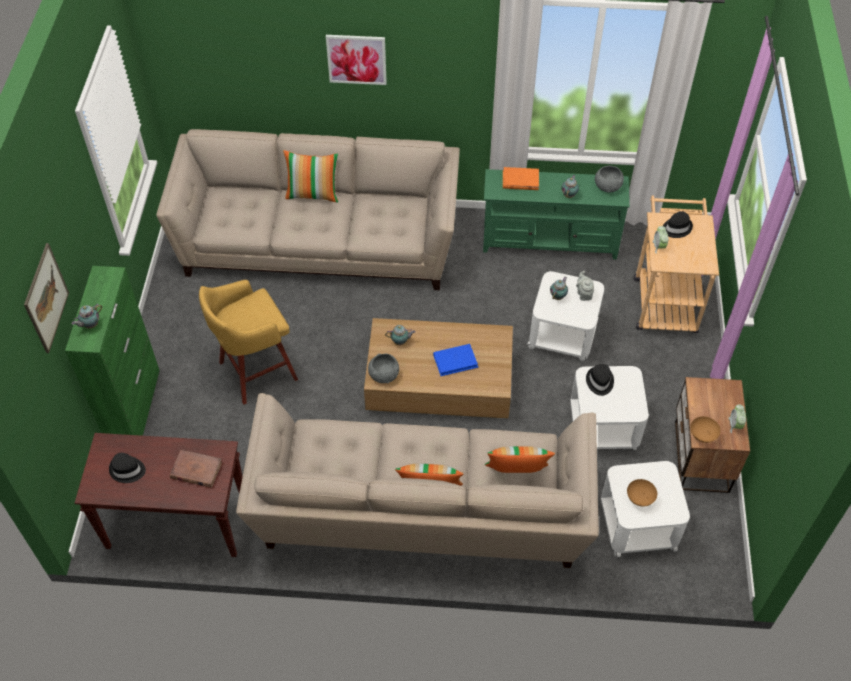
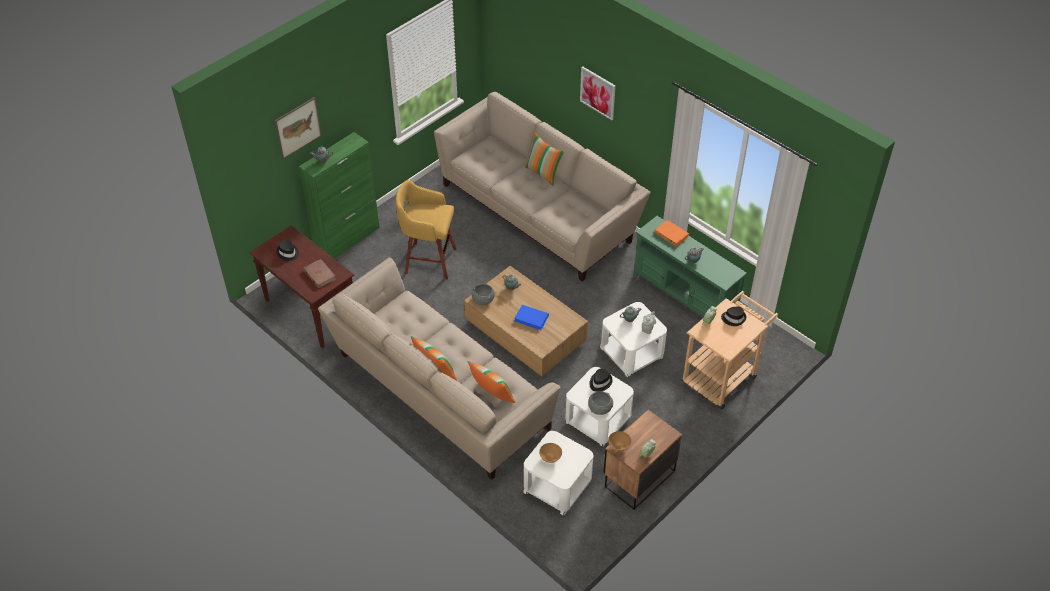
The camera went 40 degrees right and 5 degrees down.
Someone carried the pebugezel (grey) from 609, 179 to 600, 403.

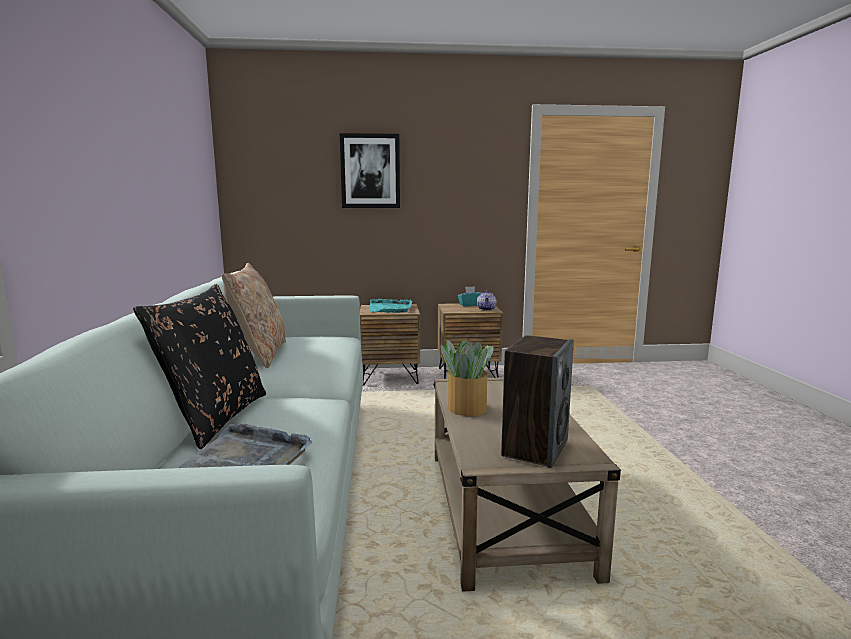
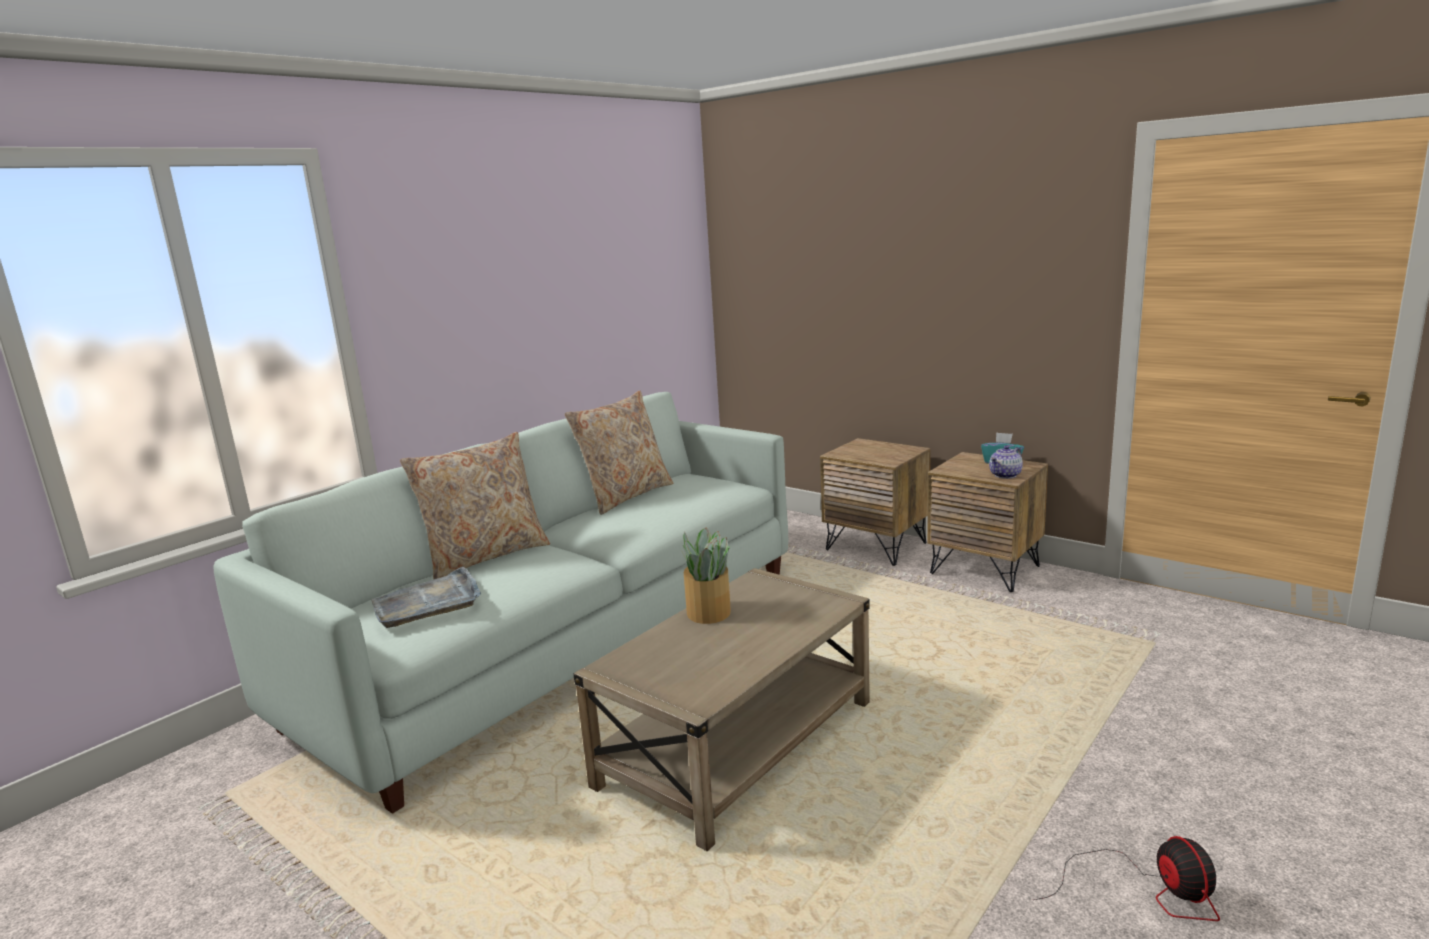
The camera went 45 degrees right and 5 degrees up.
Someone repainted the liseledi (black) at 199, 366, which became the liseledi (beige) at 475, 505.
Someone took away the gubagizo at 370, 170.
Someone took away the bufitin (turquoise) at 391, 306.
Someone took away the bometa at 537, 401.
Someone put down the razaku at 1126, 878.

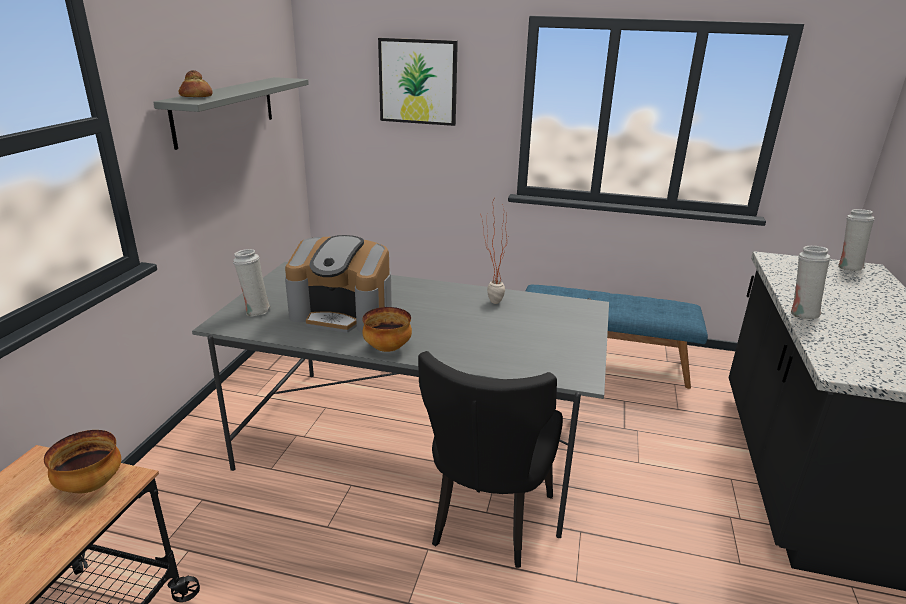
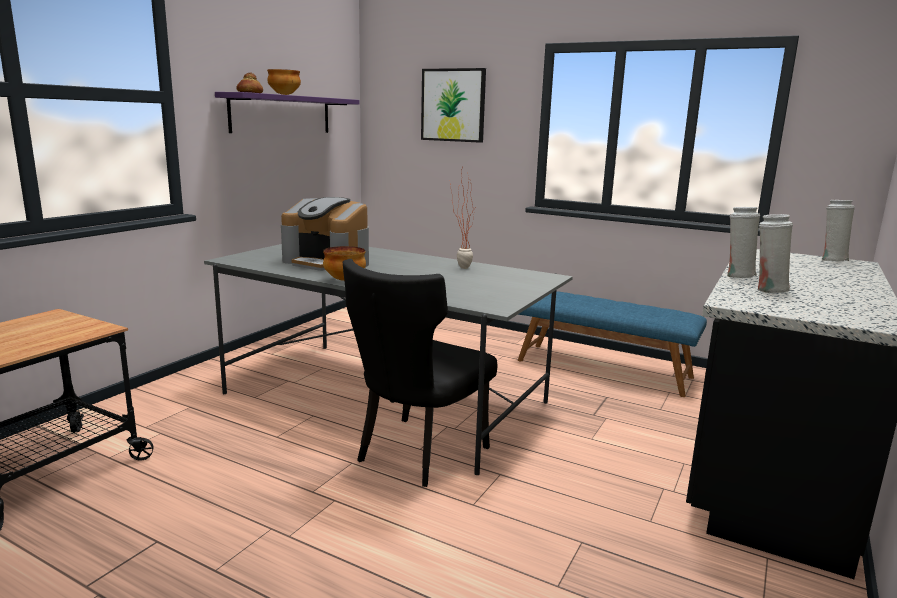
The camera went 15 degrees right and 10 degrees down.
Someone carried the pebugezel from 82, 461 to 284, 82.
Someone repainted the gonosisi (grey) at 231, 113, which became the gonosisi (purple) at 287, 112.
Someone carried the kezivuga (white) from 252, 282 to 775, 253.

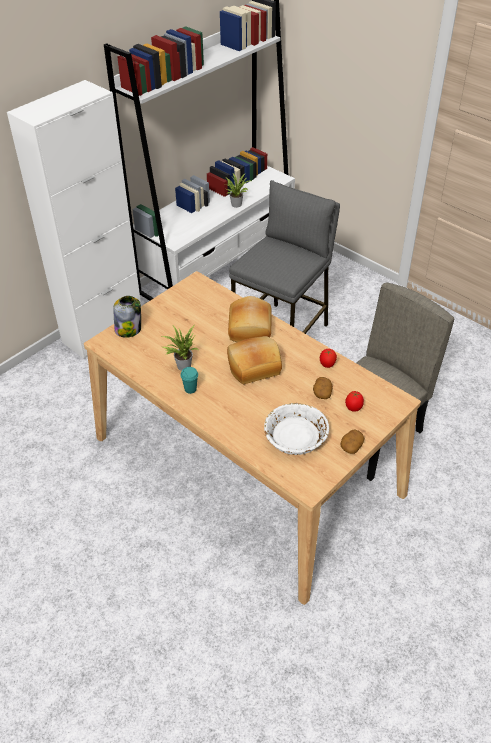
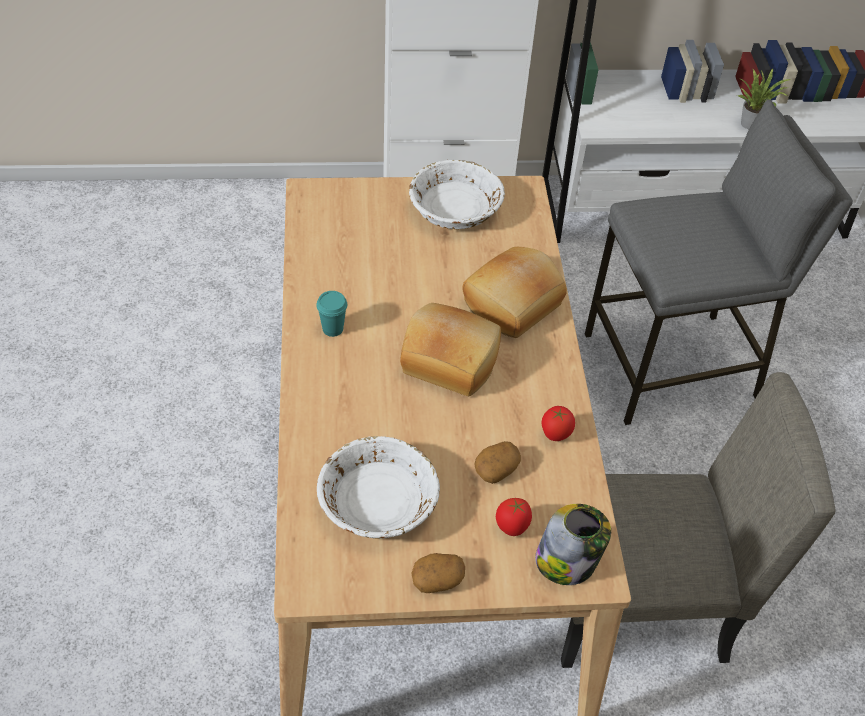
The camera went 40 degrees right and 5 degrees up.
Someone carried the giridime from 127, 317 to 573, 544.
Someone took away the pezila at 180, 348.
Someone put down the pebugezel (white) at 457, 194.

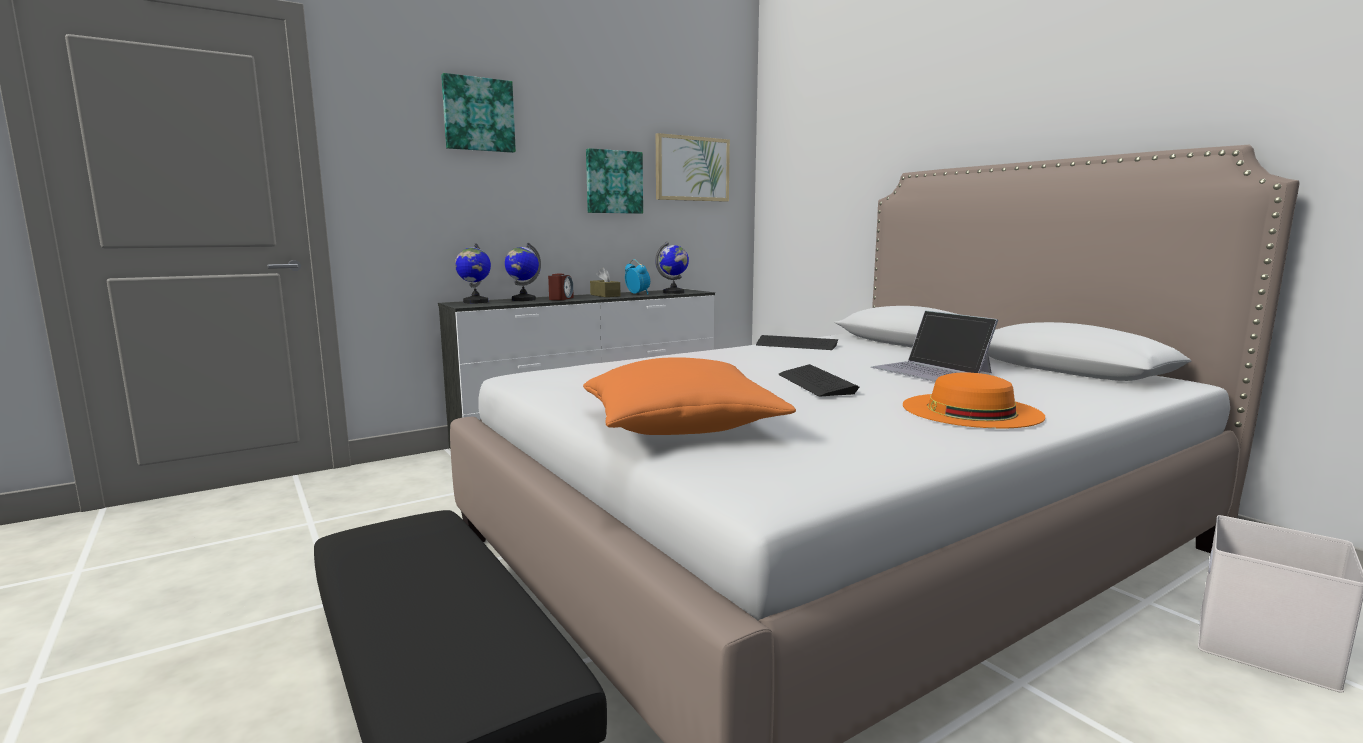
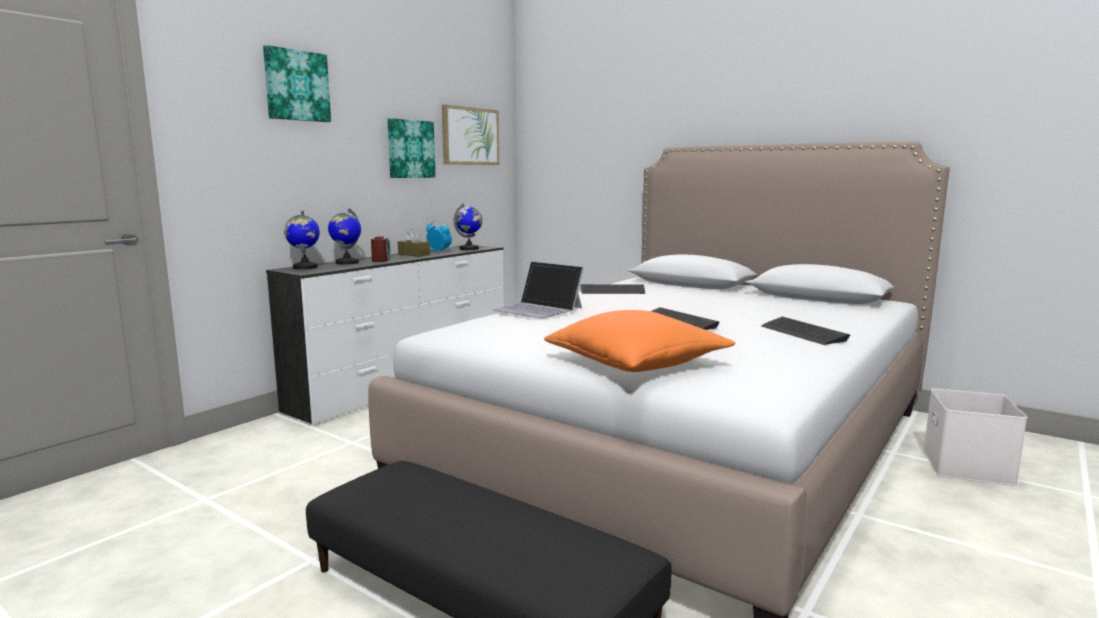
The camera went 20 degrees left and 0 degrees up.
Someone carried the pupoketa from 934, 346 to 538, 290.
Someone swapped the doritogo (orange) at 974, 400 for the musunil at 805, 331.

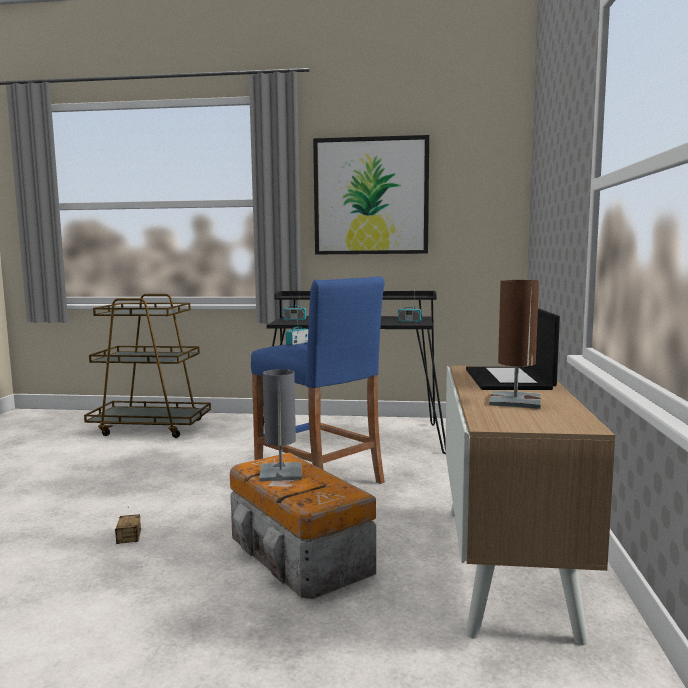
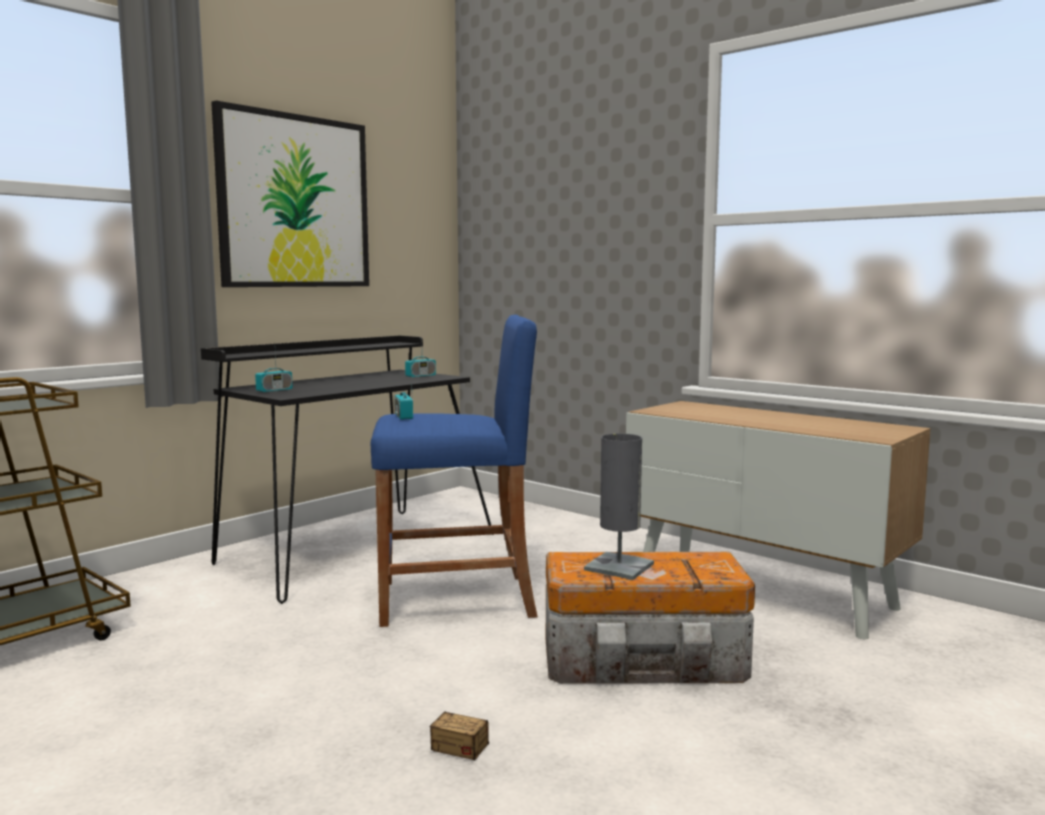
The camera went 55 degrees left and 0 degrees up.
Someone took away the pupoketa at 513, 349.
Someone took away the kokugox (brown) at 515, 344.

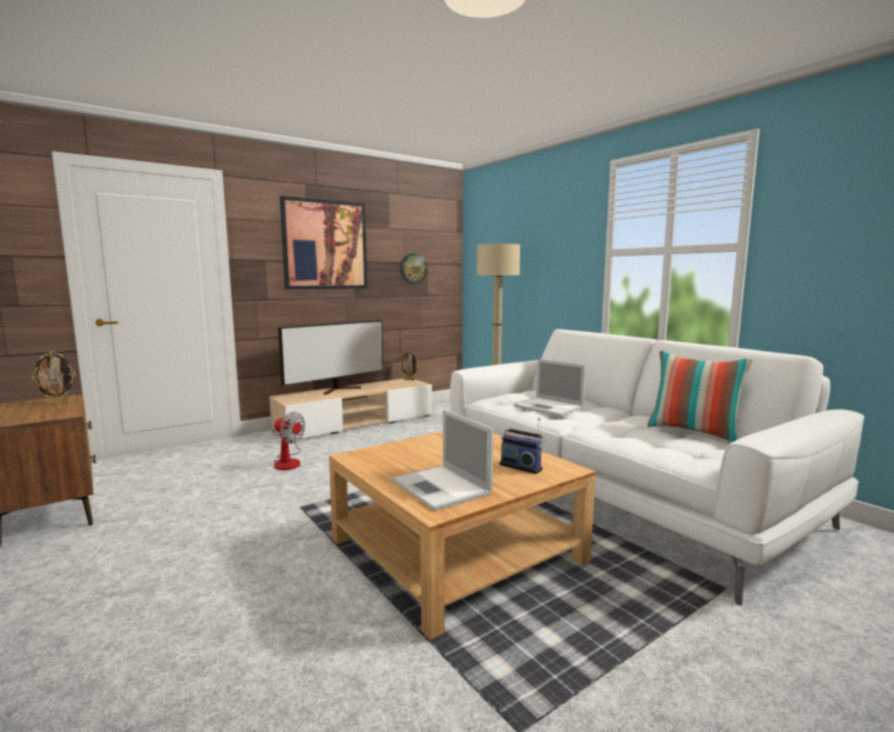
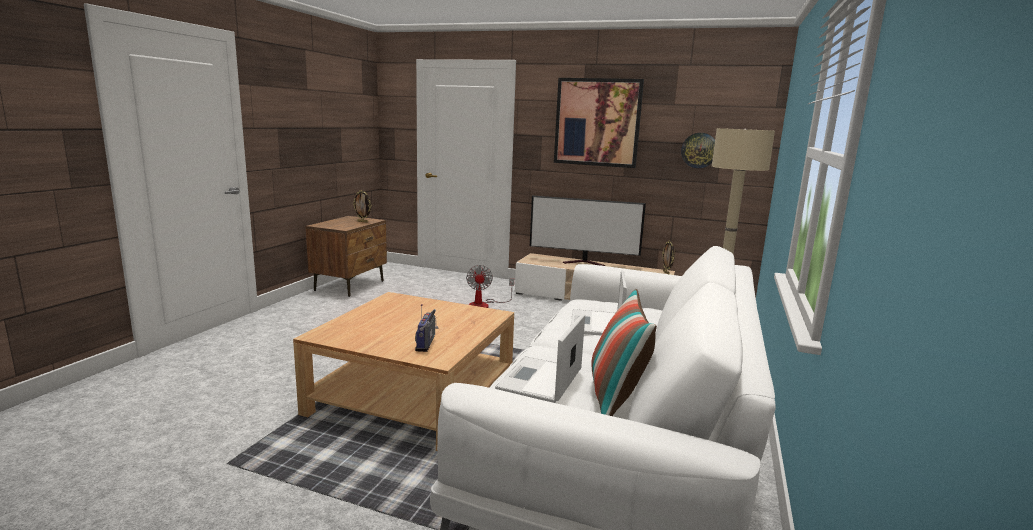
The camera went 55 degrees right and 5 degrees up.
Someone carried the pupoketa from 443, 460 to 540, 358.

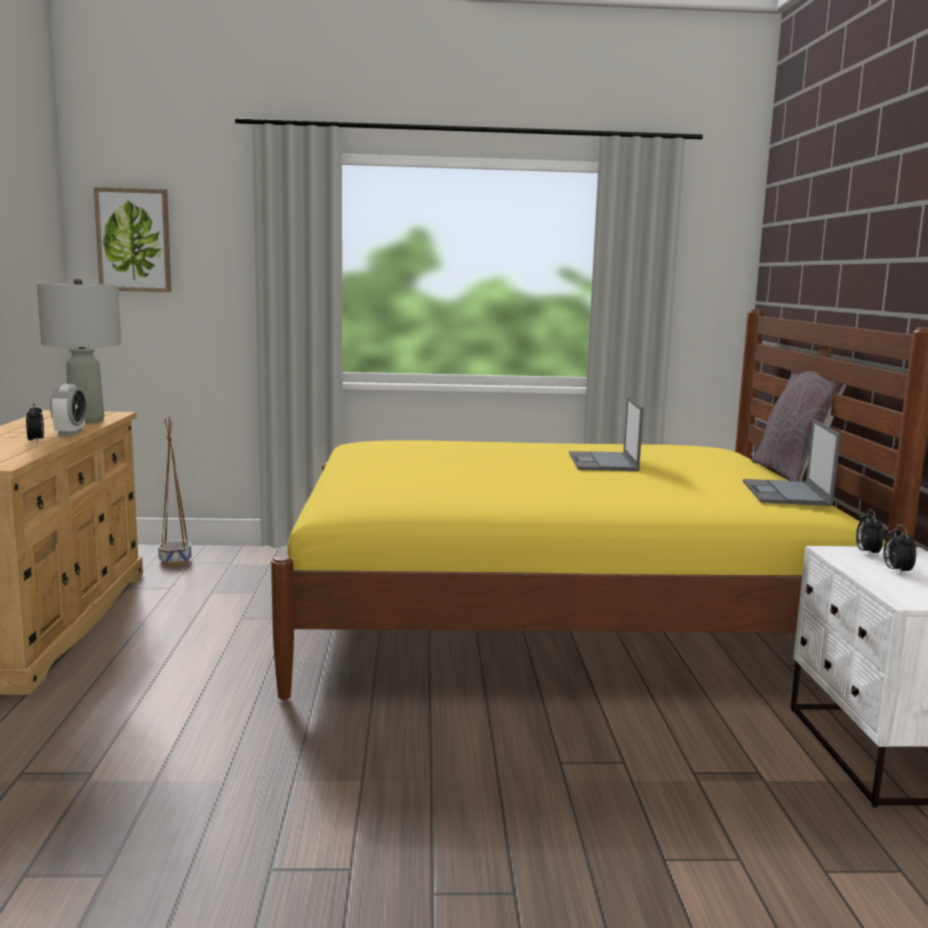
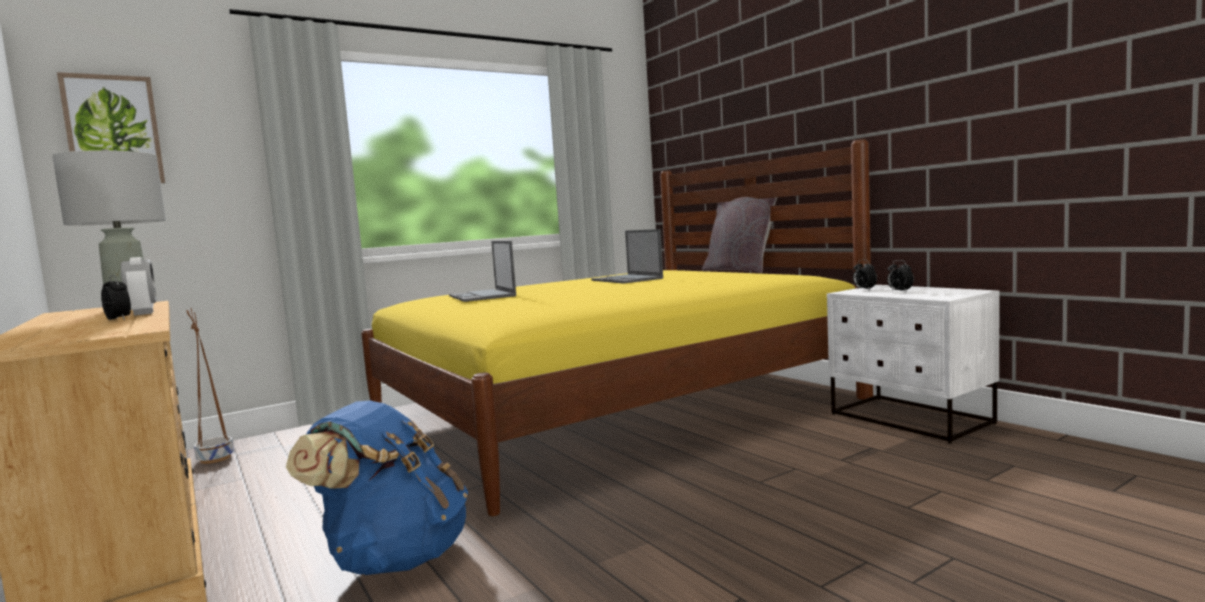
The camera went 30 degrees left and 5 degrees down.
Someone carried the pupoketa from 792, 462 to 482, 271.
Someone put down the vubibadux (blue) at 377, 487.

